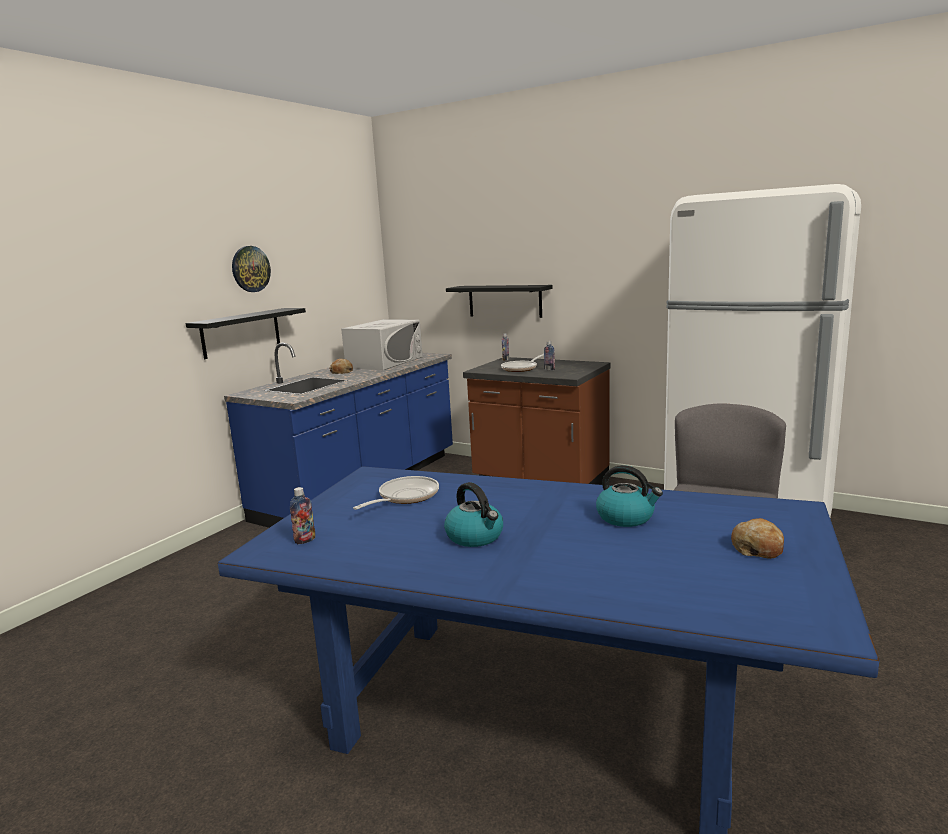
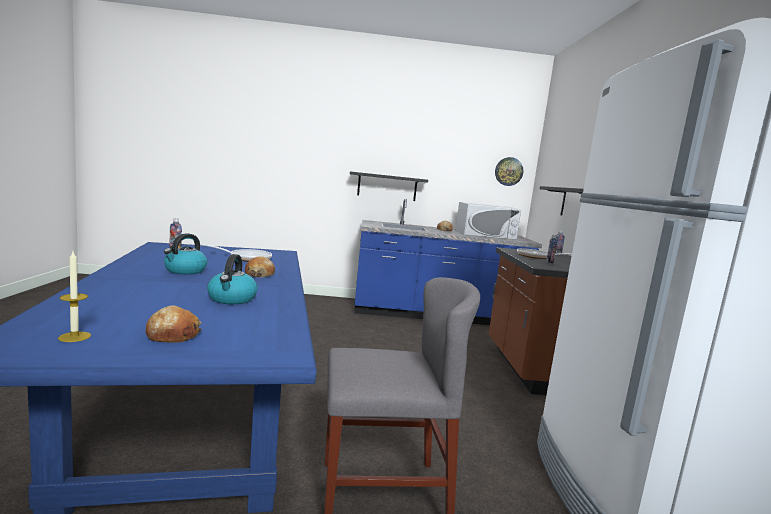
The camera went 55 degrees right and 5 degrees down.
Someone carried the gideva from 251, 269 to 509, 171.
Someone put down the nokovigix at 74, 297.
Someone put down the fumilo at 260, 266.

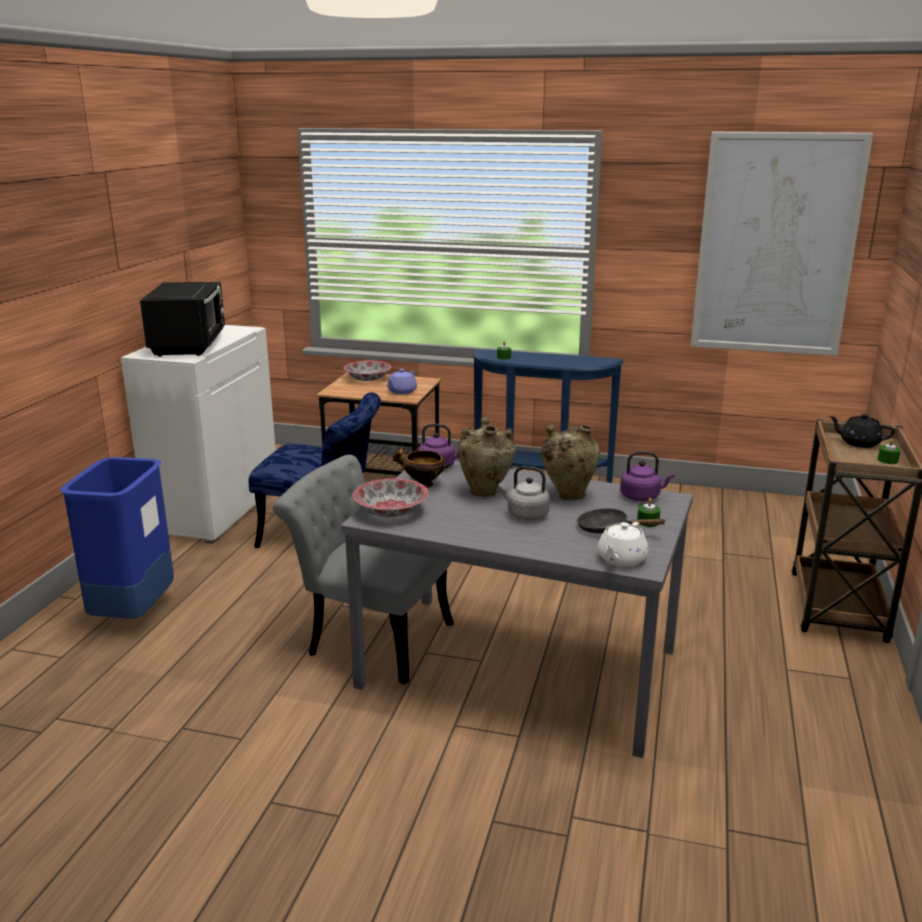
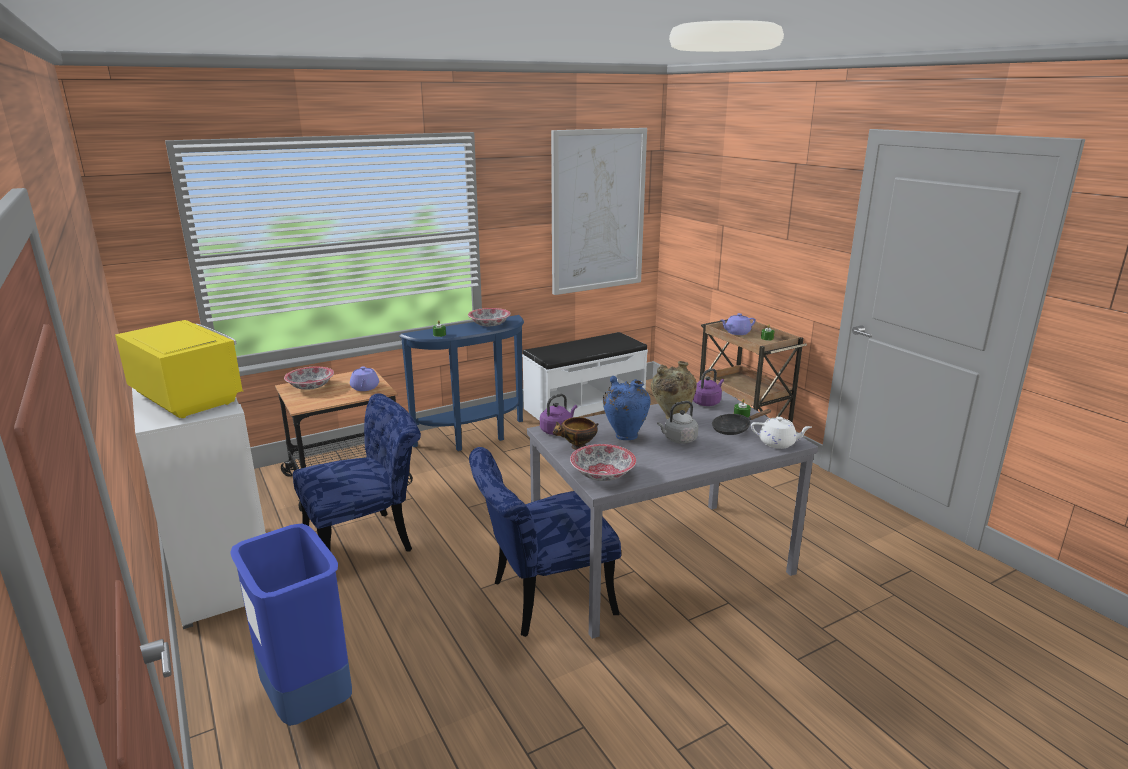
The camera went 45 degrees left and 0 degrees up.
Someone repainted the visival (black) at 182, 319, which became the visival (yellow) at 179, 369.
Someone repainted the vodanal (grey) at 363, 569, which became the vodanal (blue) at 545, 542.
Someone repainted the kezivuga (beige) at 486, 457, which became the kezivuga (blue) at 627, 408.
Someone rotated the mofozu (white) at 623, 544 by 60 degrees counterclockwise.
Someone repainted the mofozu (black) at 862, 431, which became the mofozu (purple) at 738, 324.
Someone put down the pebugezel at 489, 317.
Someone put down the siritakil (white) at 585, 376.

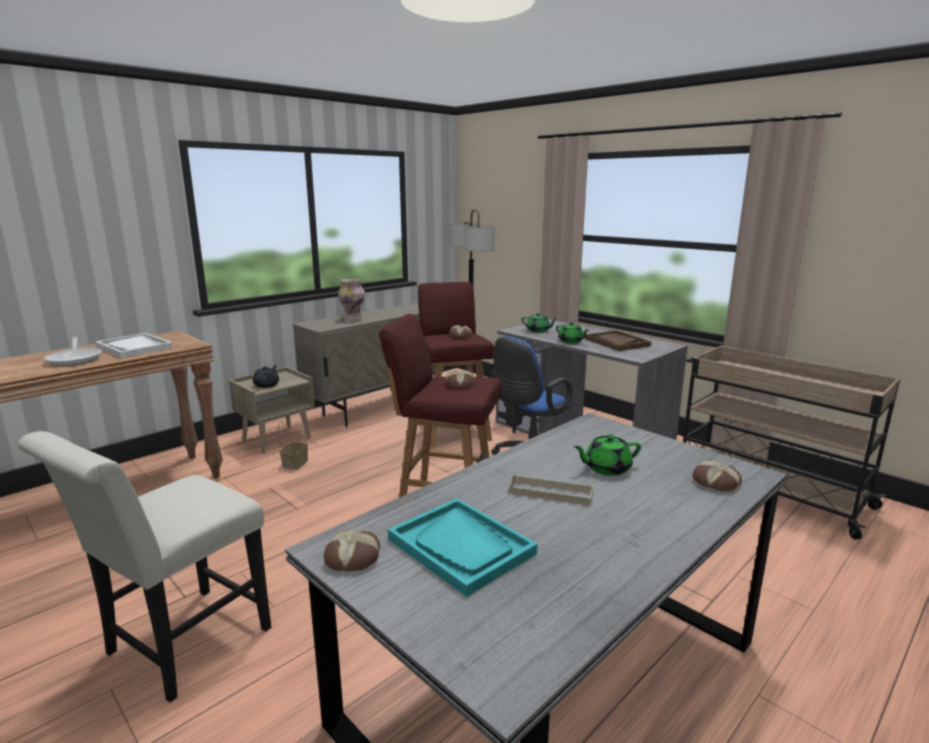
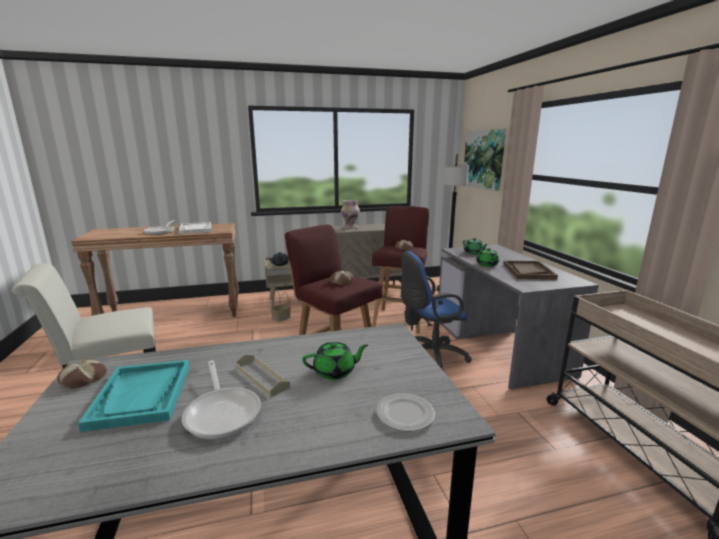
The camera went 30 degrees right and 0 degrees up.
Someone rotated the mofozu (green) at 607, 455 by 150 degrees clockwise.
Someone swapped the fumilo at 717, 476 for the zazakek at 405, 412.
Someone put down the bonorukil at 221, 400.
Someone put up the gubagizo at 485, 159.

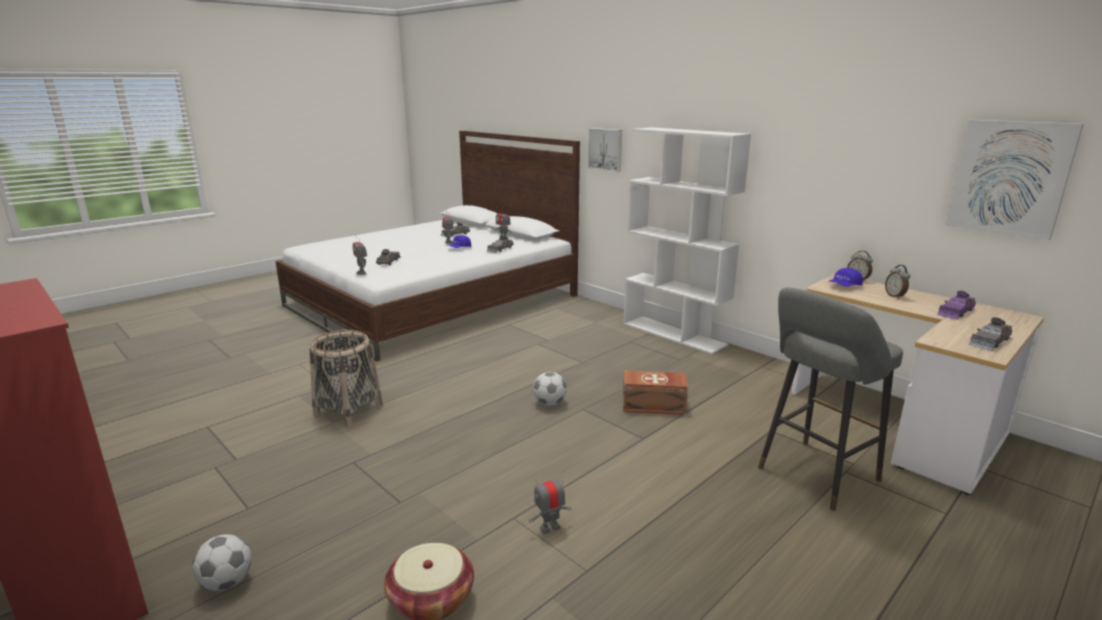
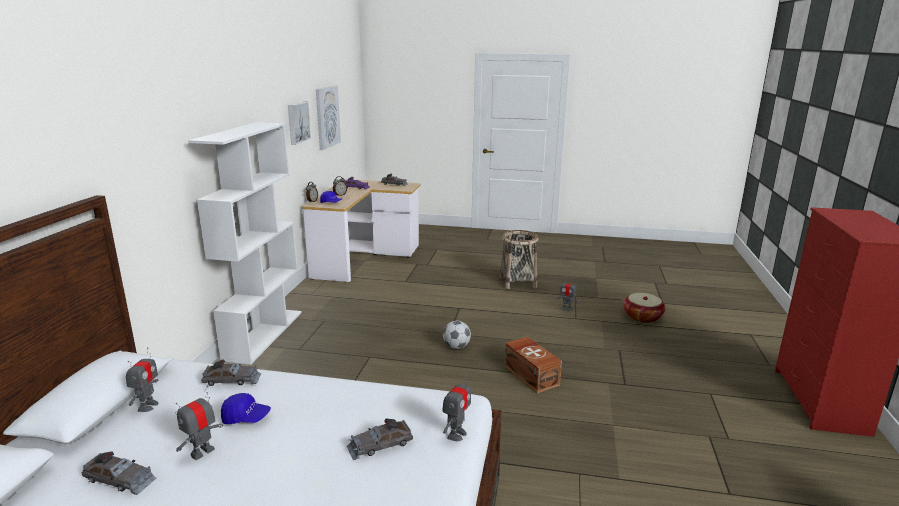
The camera went 125 degrees left and 0 degrees up.
Someone took away the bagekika at 221, 562.
Someone carried the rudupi from 346, 378 to 519, 259.
Someone carried the gubagizo from 605, 150 to 299, 123.
Someone carried the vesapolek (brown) from 655, 392 to 533, 365.
Someone took away the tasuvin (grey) at 830, 399.

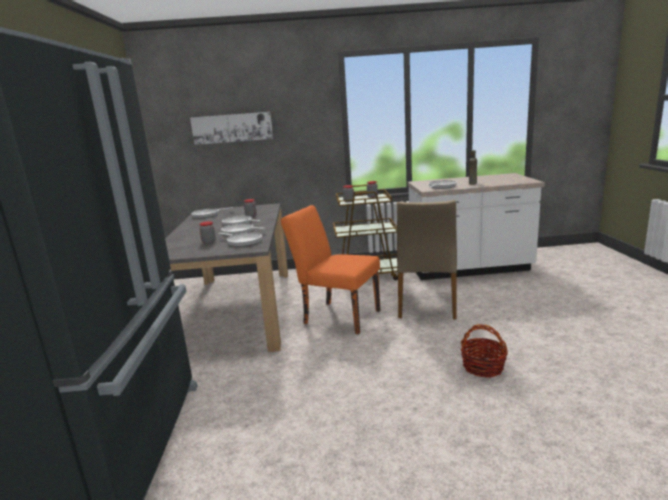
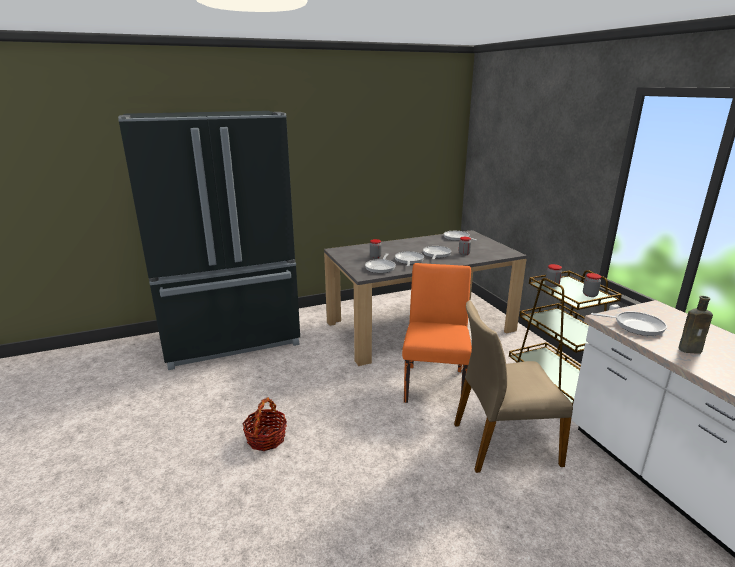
The camera went 70 degrees right and 5 degrees up.
Someone took away the gubagizo at 231, 128.
Someone carried the rudupi from 484, 351 to 264, 424.

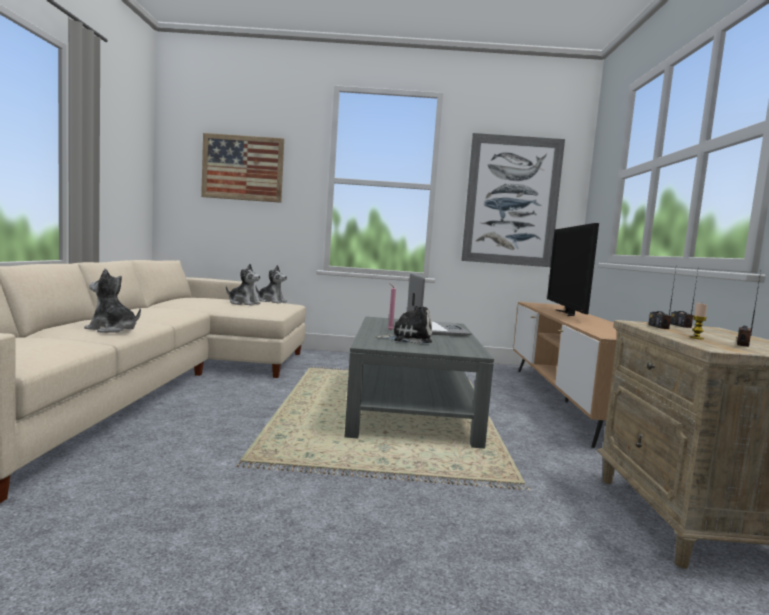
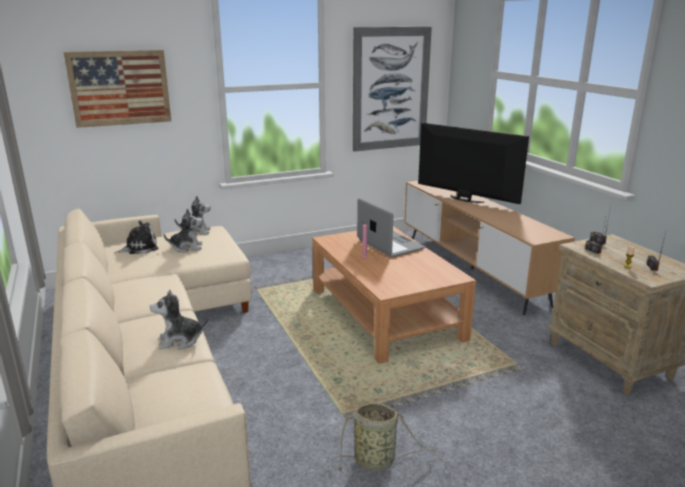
The camera went 25 degrees left and 15 degrees up.
Someone repainted the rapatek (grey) at 419, 382, which became the rapatek (brown) at 394, 295.
Someone carried the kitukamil from 404, 325 to 136, 237.
Someone rotated the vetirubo at 573, 269 by 150 degrees clockwise.
Someone put down the rudupi at 384, 437.

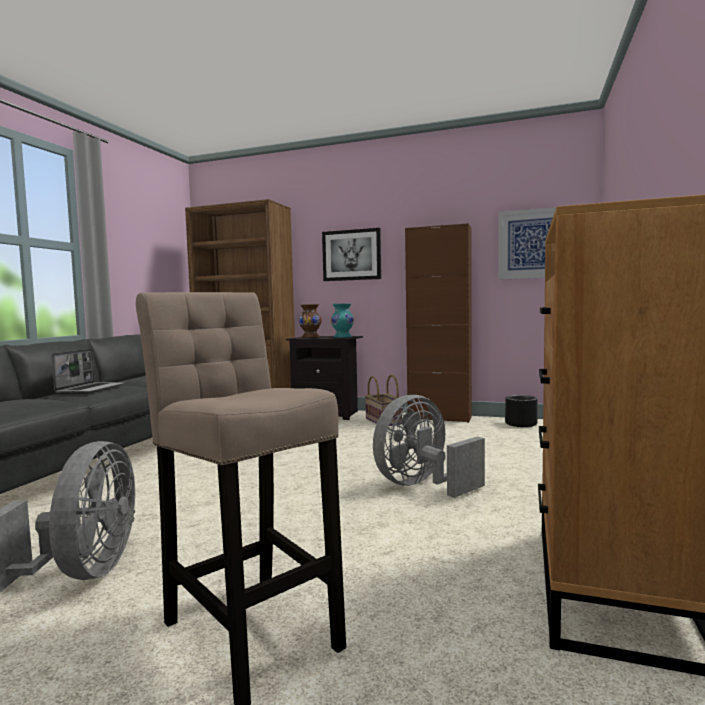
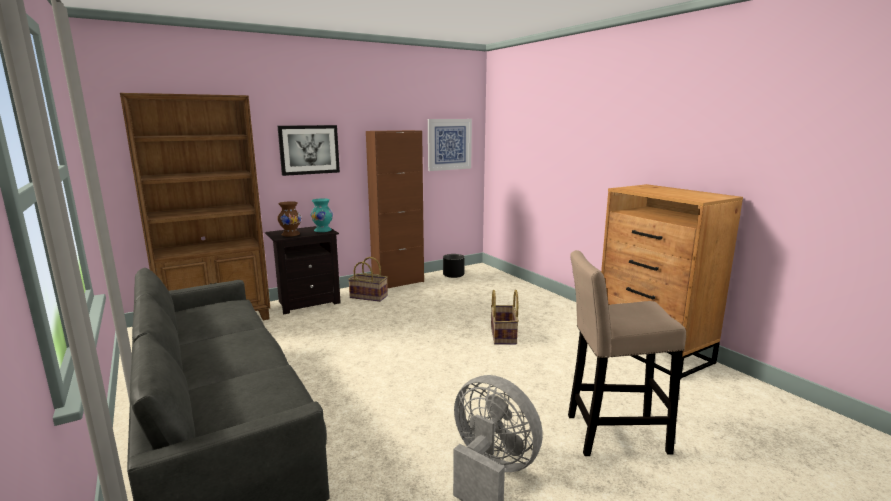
The camera went 50 degrees left and 10 degrees up.
Someone took away the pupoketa at 88, 371.
Someone swapped the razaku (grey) at 429, 446 for the rudupi at 505, 317.

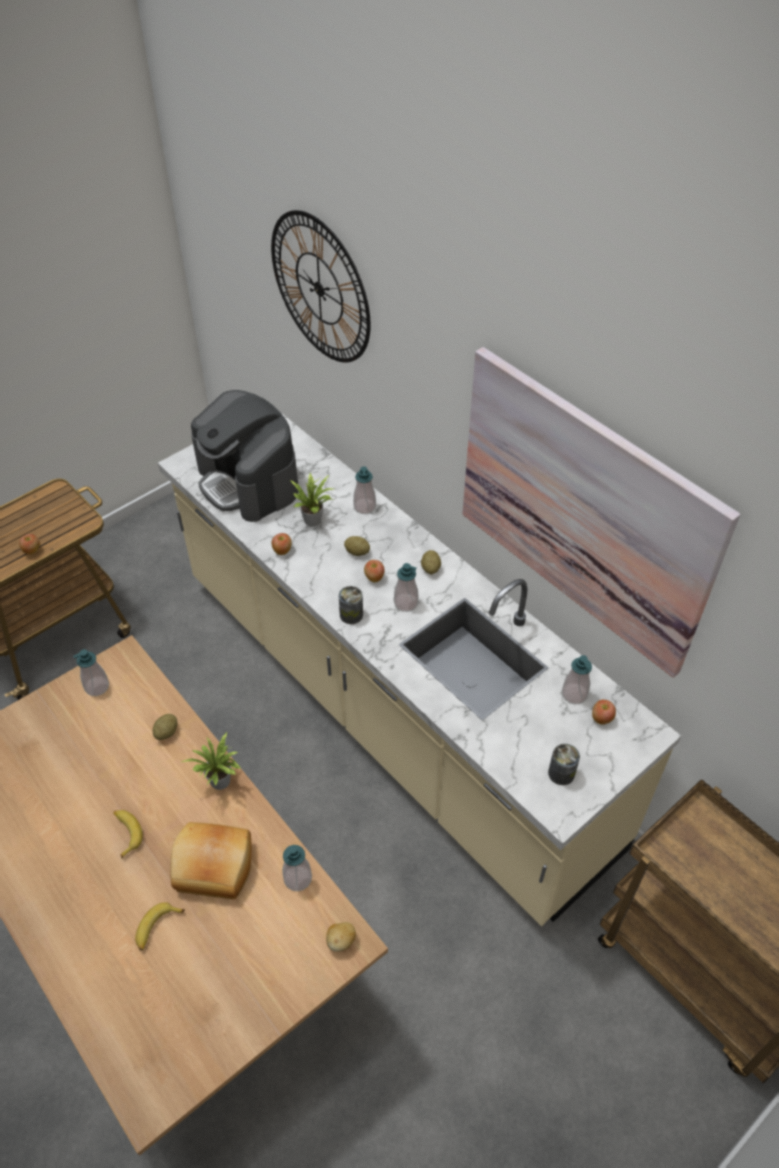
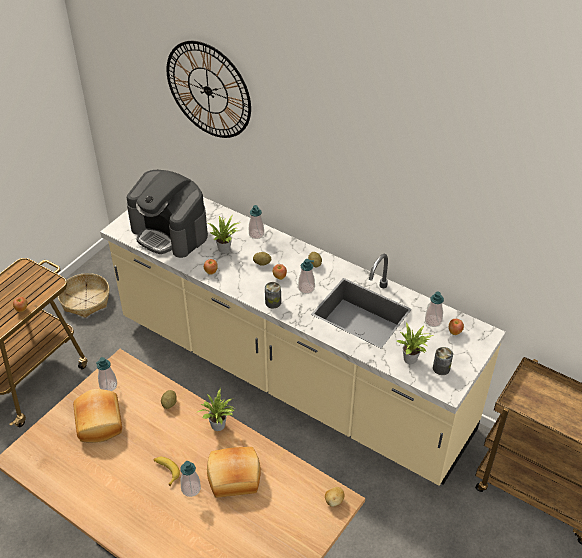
The camera went 15 degrees left and 5 degrees down.
Someone took away the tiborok at 160, 926.
Someone carried the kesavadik from 297, 868 to 190, 479.
Someone took away the gubagizo at 601, 512.
Someone put down the rudupi at 84, 295.
Someone put down the fumilo at 97, 416.
Someone put down the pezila at 415, 343.

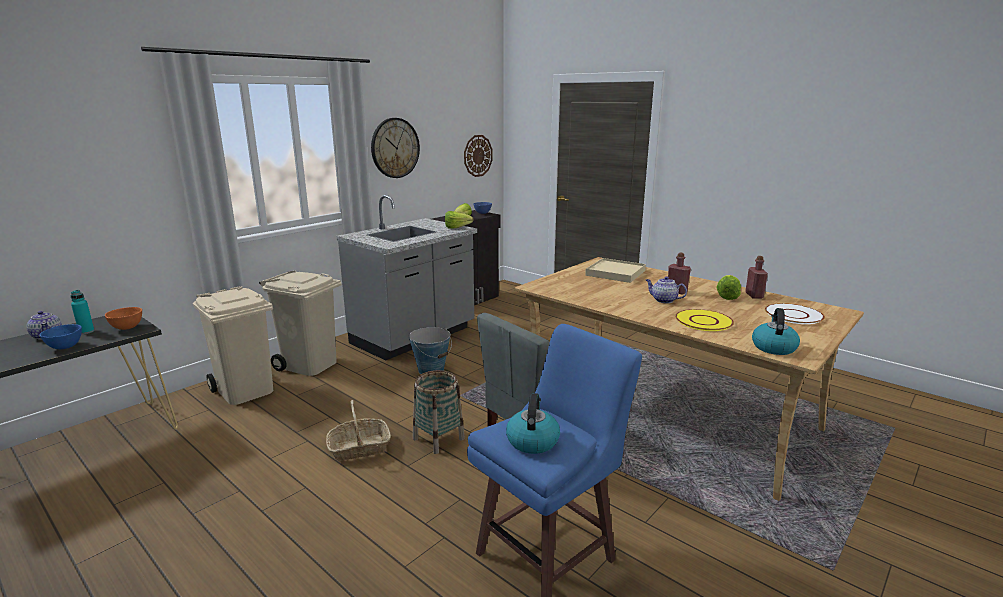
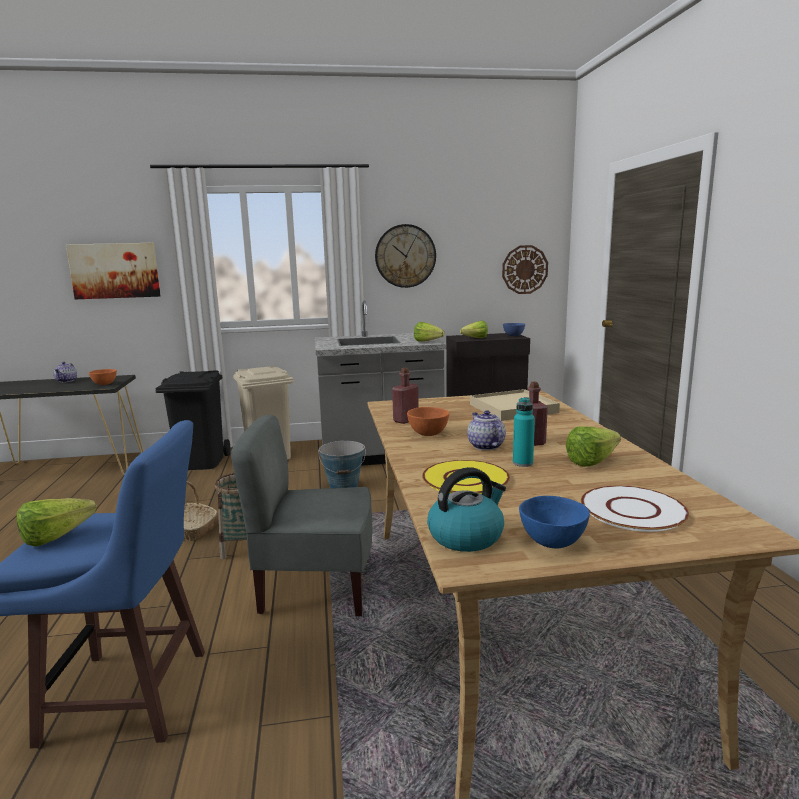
The camera went 40 degrees right and 5 degrees down.
Someone carried the pebugezel (blue) from 61, 336 to 554, 522.
Someone carried the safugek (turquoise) from 82, 312 to 524, 432.
Someone repainted the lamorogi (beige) at 233, 345, which became the lamorogi (black) at 193, 420.
Someone swapped the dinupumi at 533, 423 for the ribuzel at 57, 522.
Someone carried the safugek (red) from 756, 277 to 405, 396.
Someone put up the gubagizo at 113, 271.
Someone put down the pebugezel (orange) at 428, 421.

